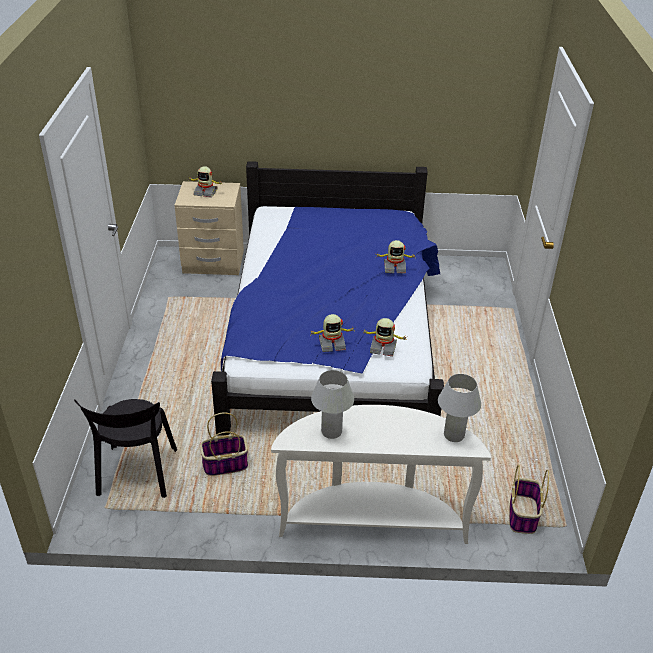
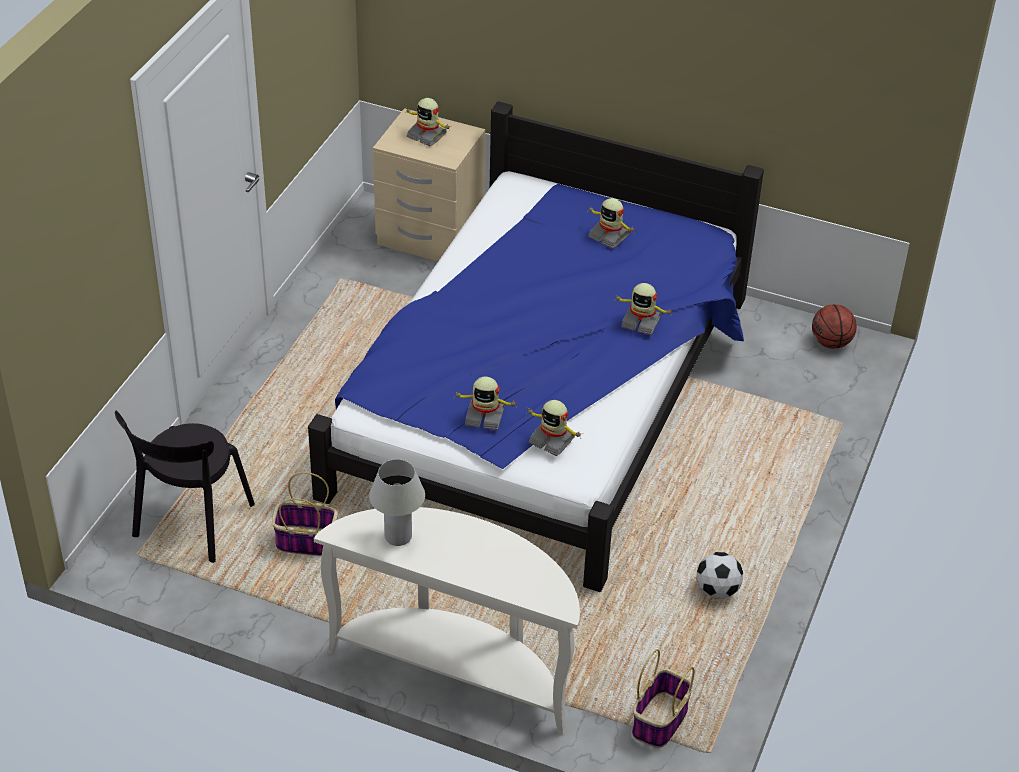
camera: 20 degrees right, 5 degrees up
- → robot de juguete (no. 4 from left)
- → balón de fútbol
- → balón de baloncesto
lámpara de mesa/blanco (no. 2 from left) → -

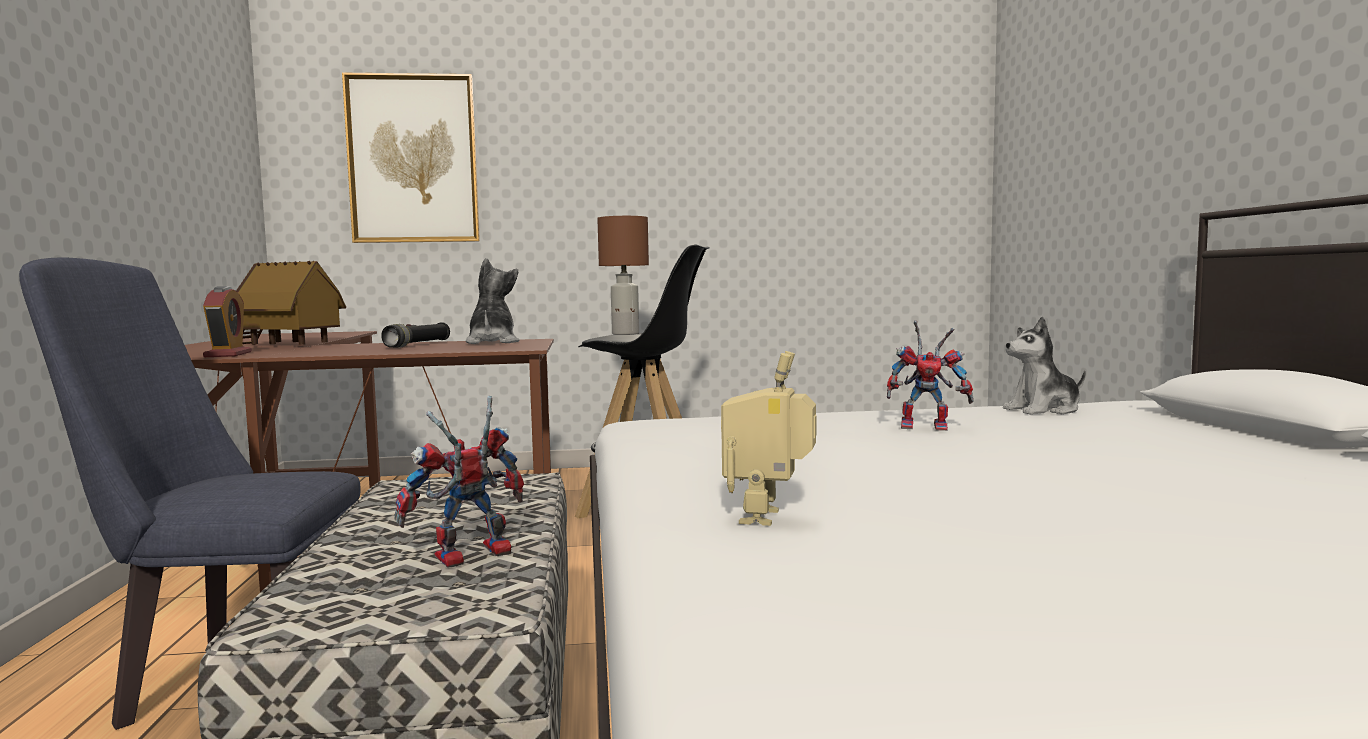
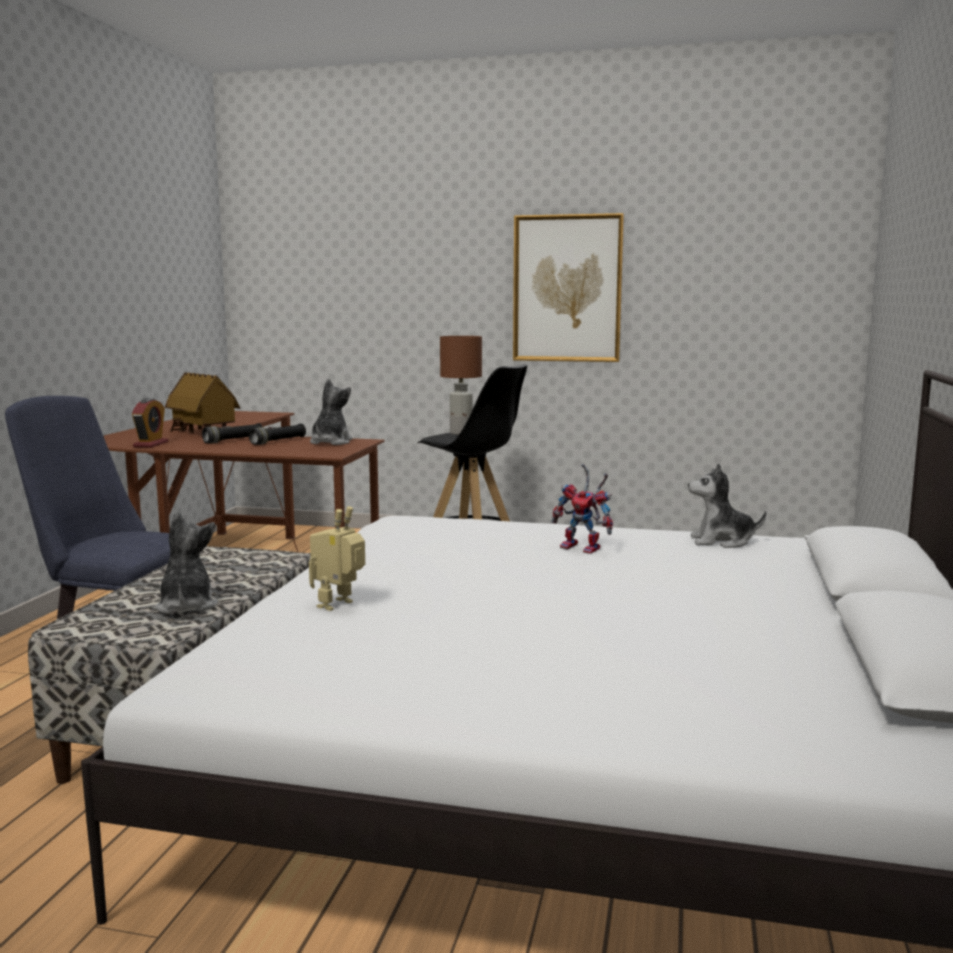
camera: 20 degrees right, 5 degrees up
robot de juguete (no. 1 from left) → peluche (no. 1 from left)
- → linterna/negro (no. 1 from left)
cuadro, shifted

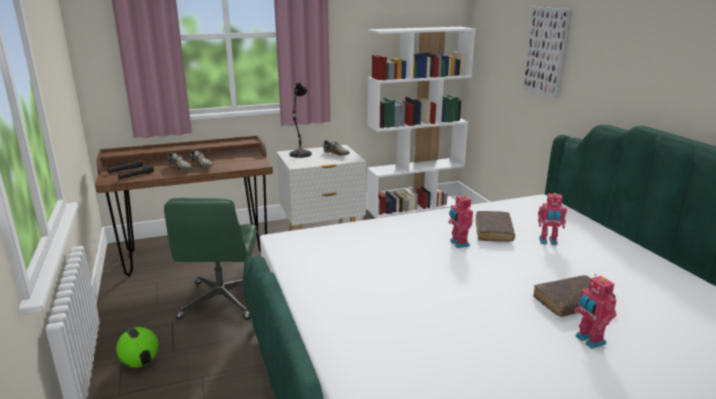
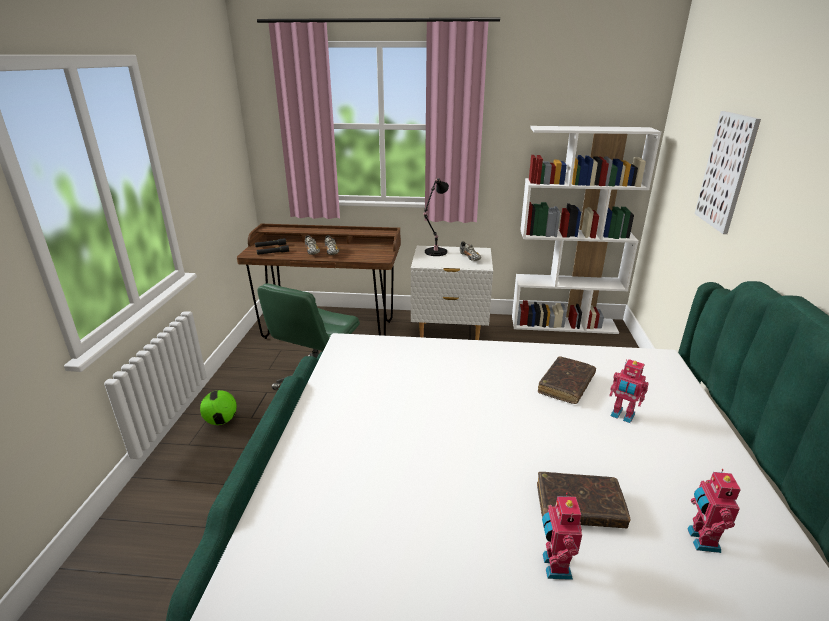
camera: 25 degrees right, 5 degrees up
robot de juguete (no. 1 from left in the first image) → robot de juguete (no. 3 from left), shifted

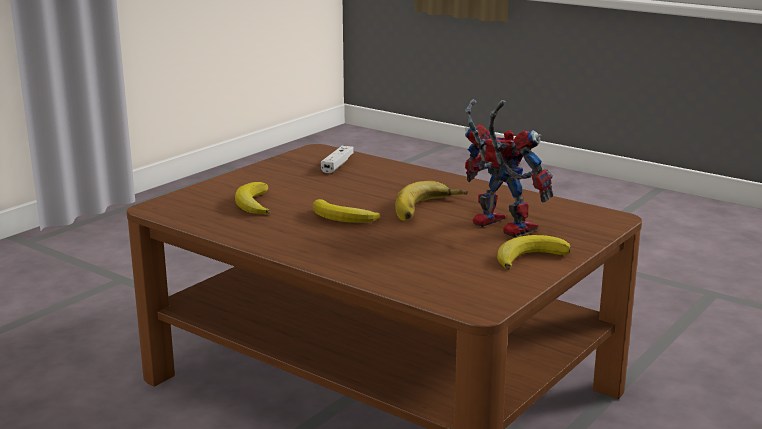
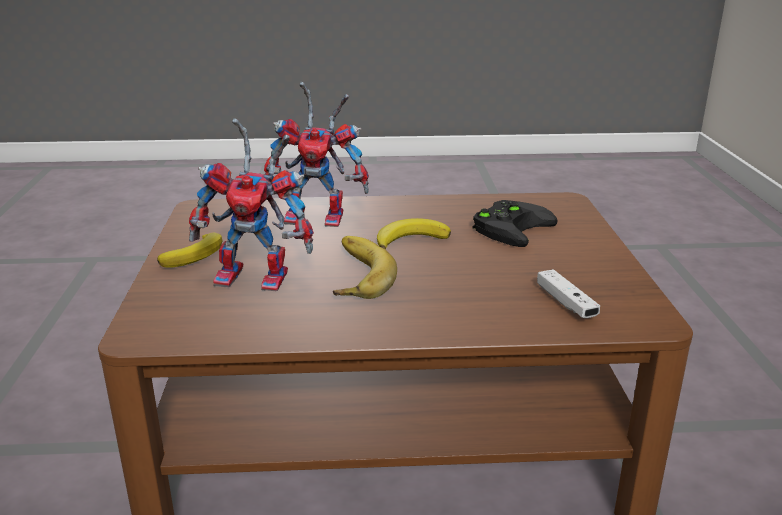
camera: 140 degrees right, 5 degrees up
- → robot de juguete (no. 2 from left)
plátano (no. 1 from left) → mando de consola/negro

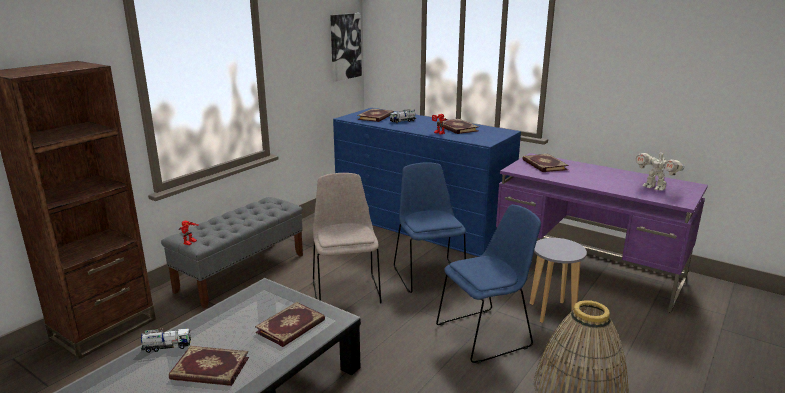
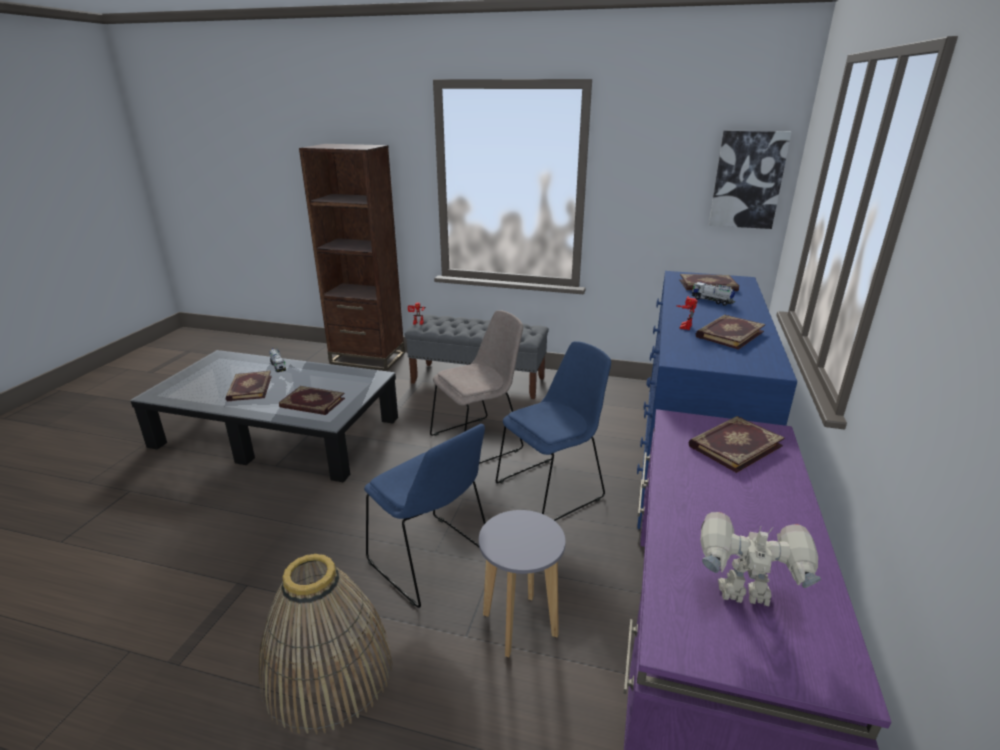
camera: 70 degrees right, 5 degrees up
robot de juguete (no. 3 from left), 75 degrees clockwise

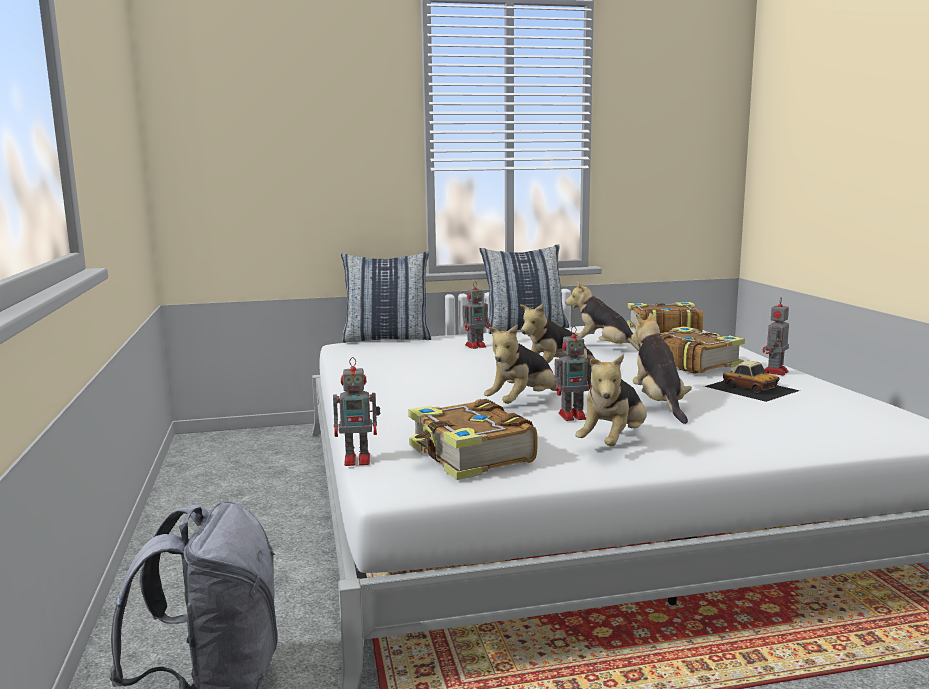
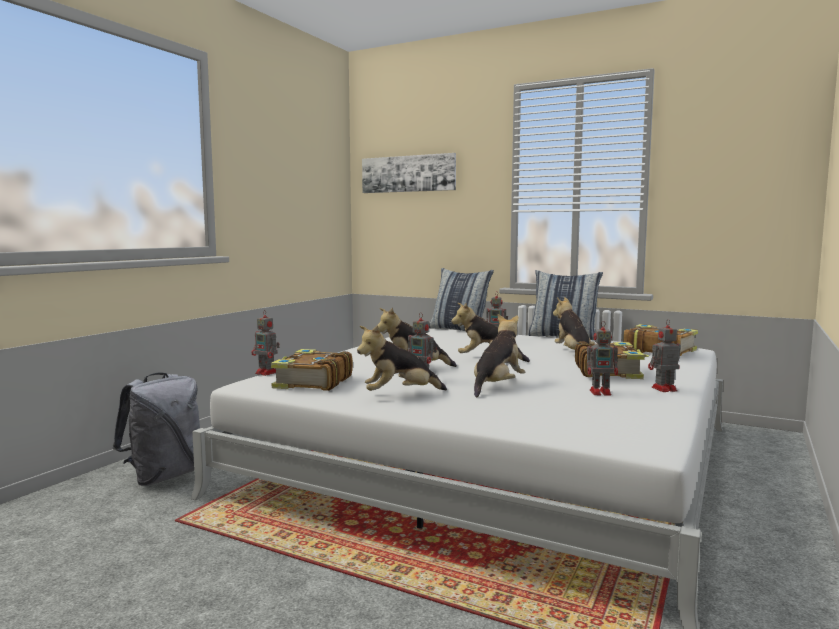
camera: 40 degrees right, 5 degrees down
- → cuadro
coche de juguete → robot de juguete (no. 4 from left)

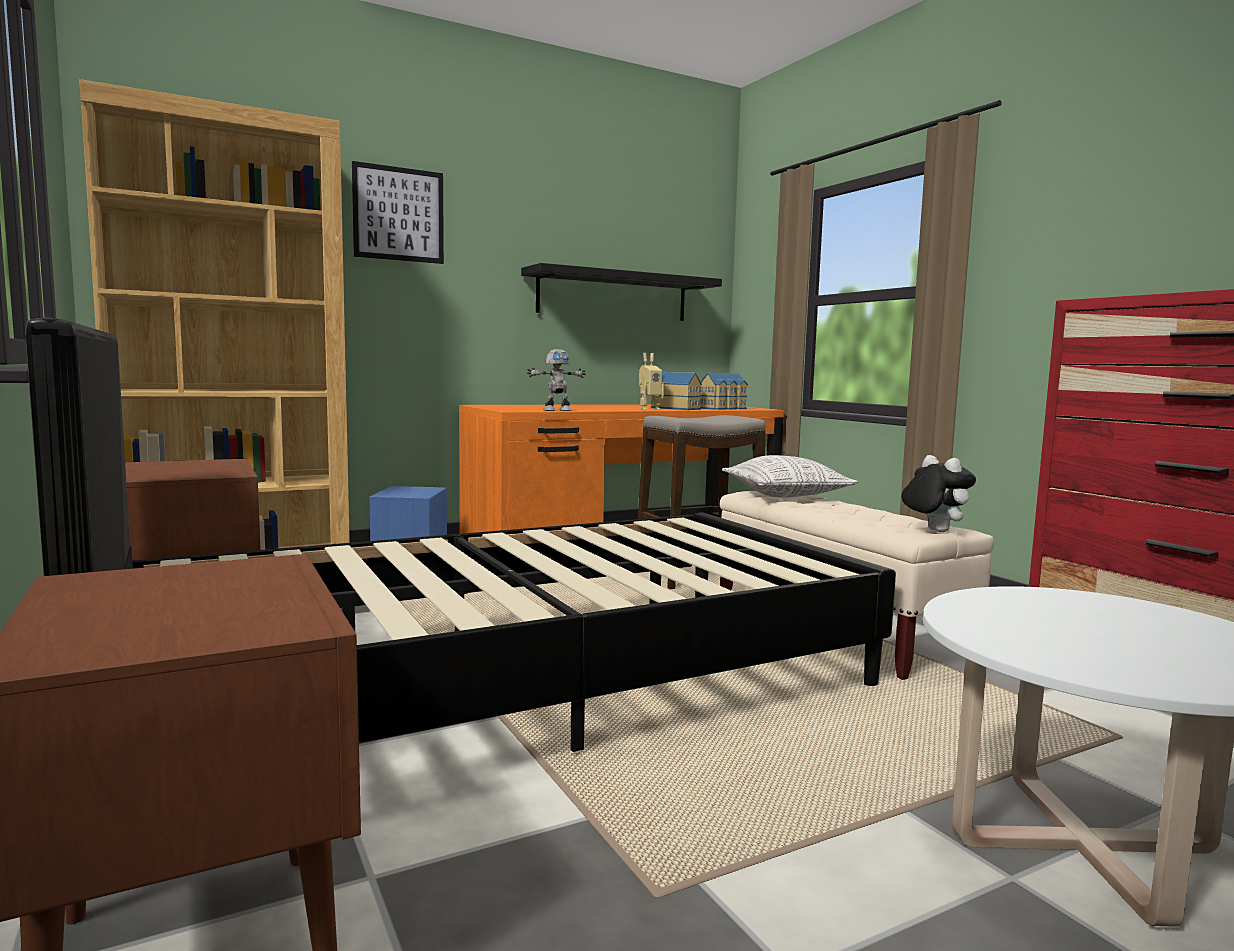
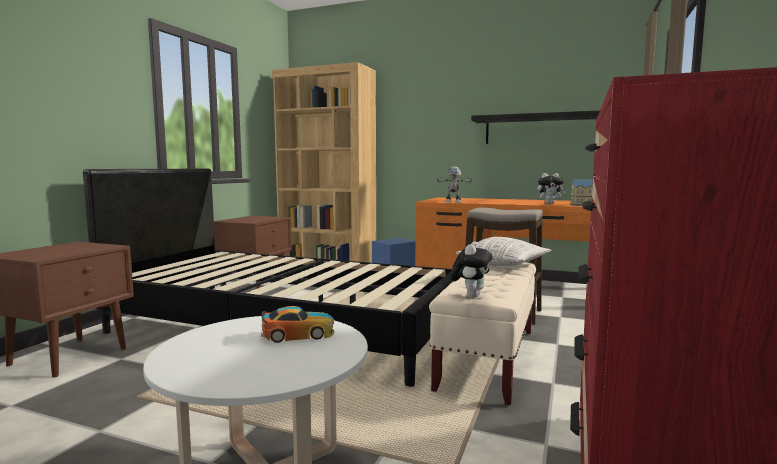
camera: 50 degrees right, 0 degrees up
- → coche de juguete
casita (no. 1 from left) → peluche (no. 2 from left)
cuadro → -
robot de juguete (no. 2 from left) → -

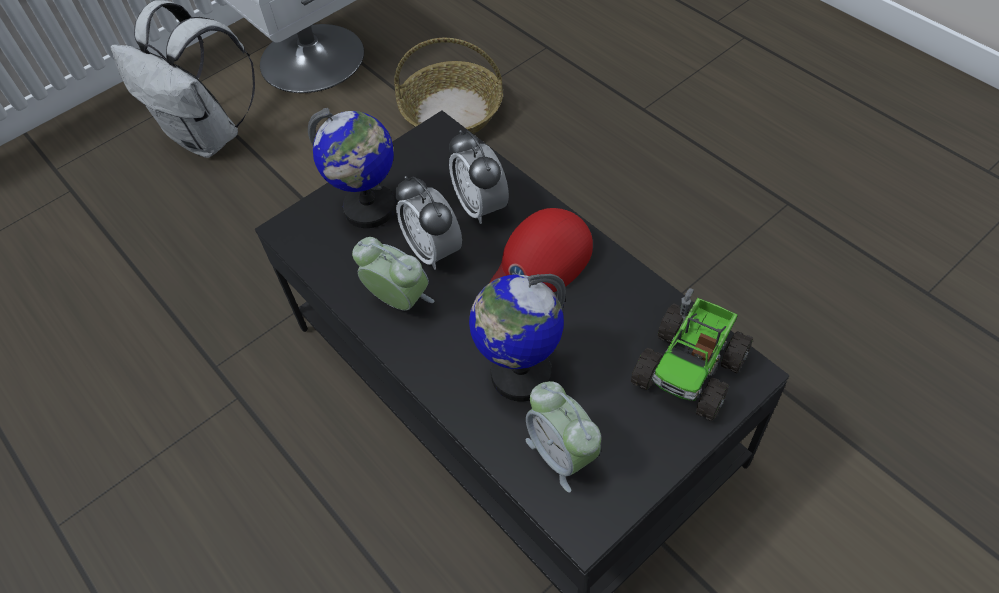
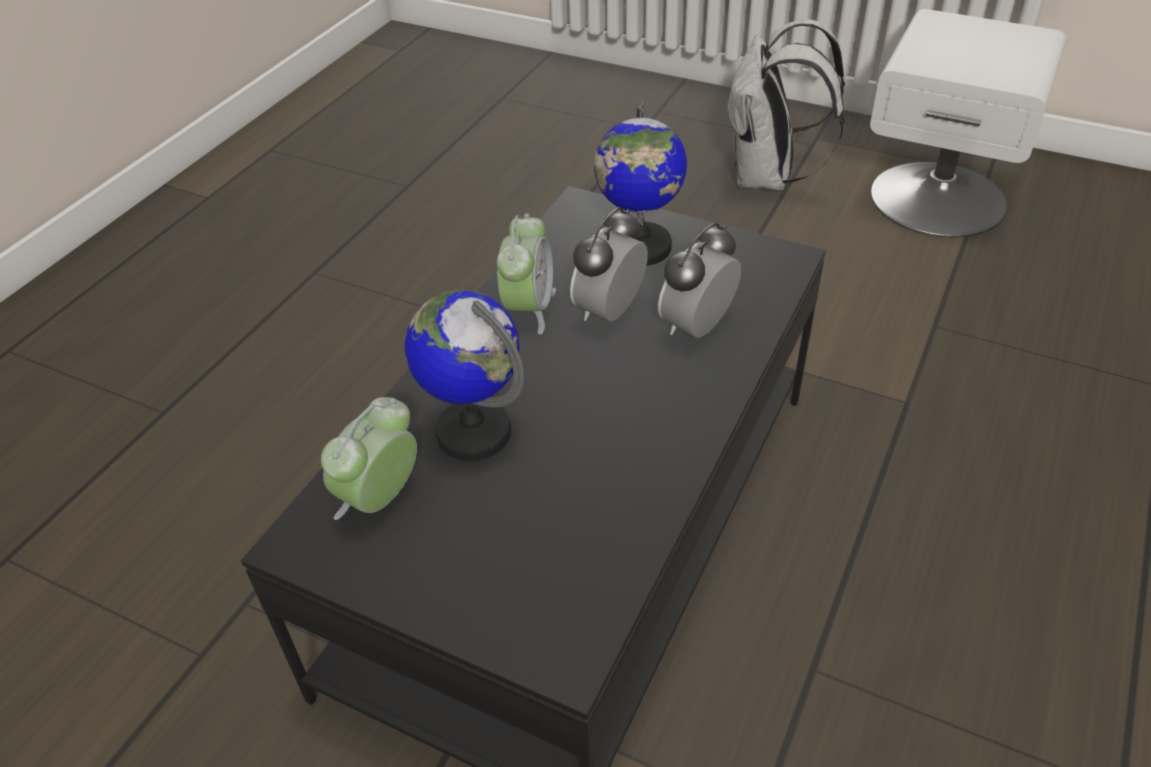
camera: 65 degrees right, 10 degrees down
cesta → -
gorra/rojo → -
camión de juguete → -

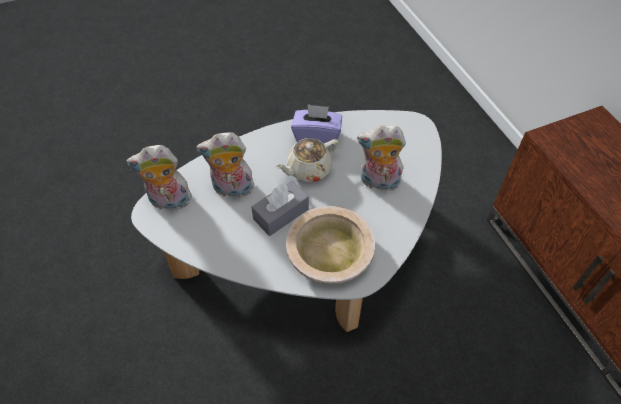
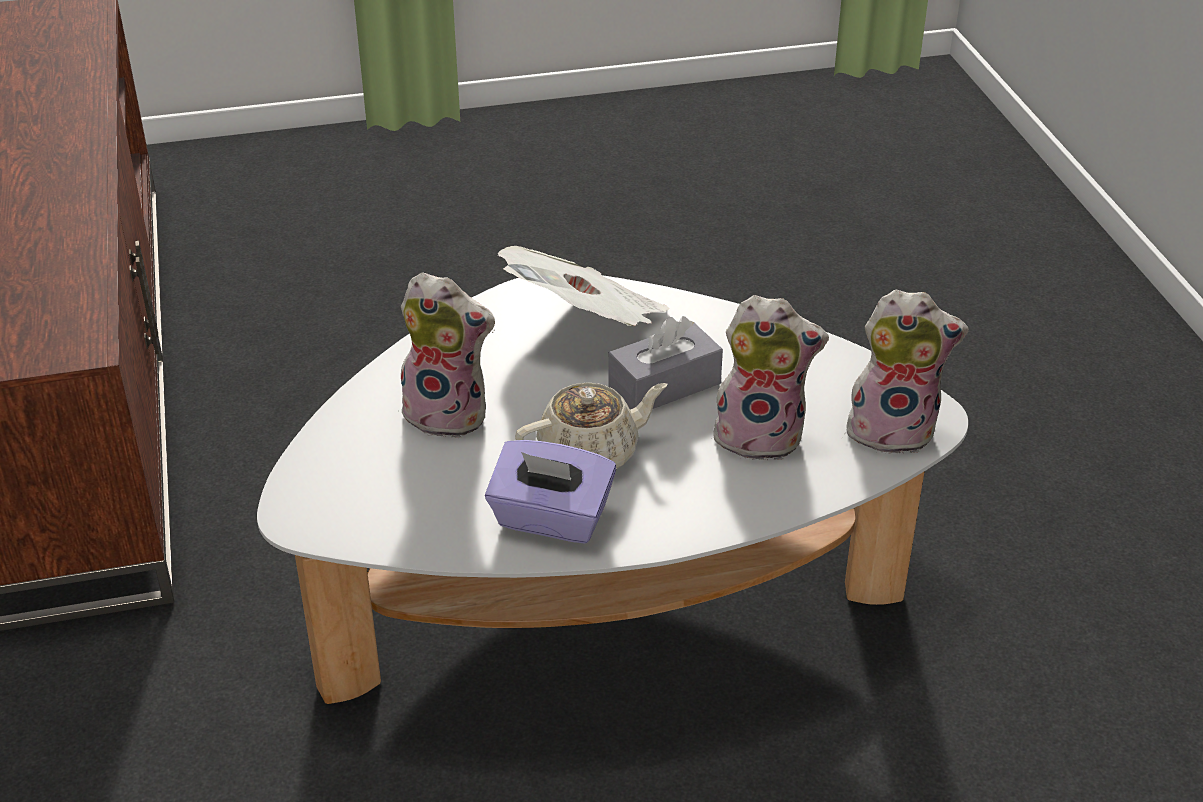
camera: 170 degrees left, 15 degrees down
cuenco/beis → periódico

